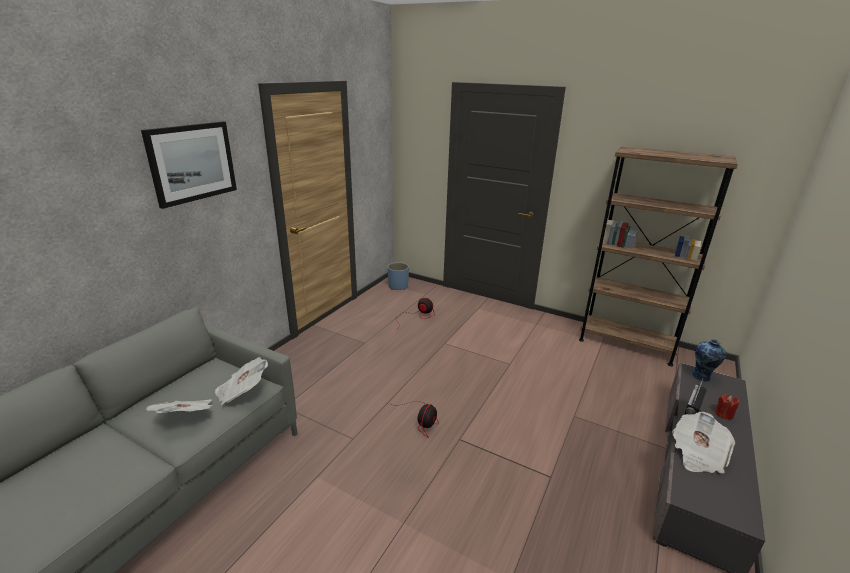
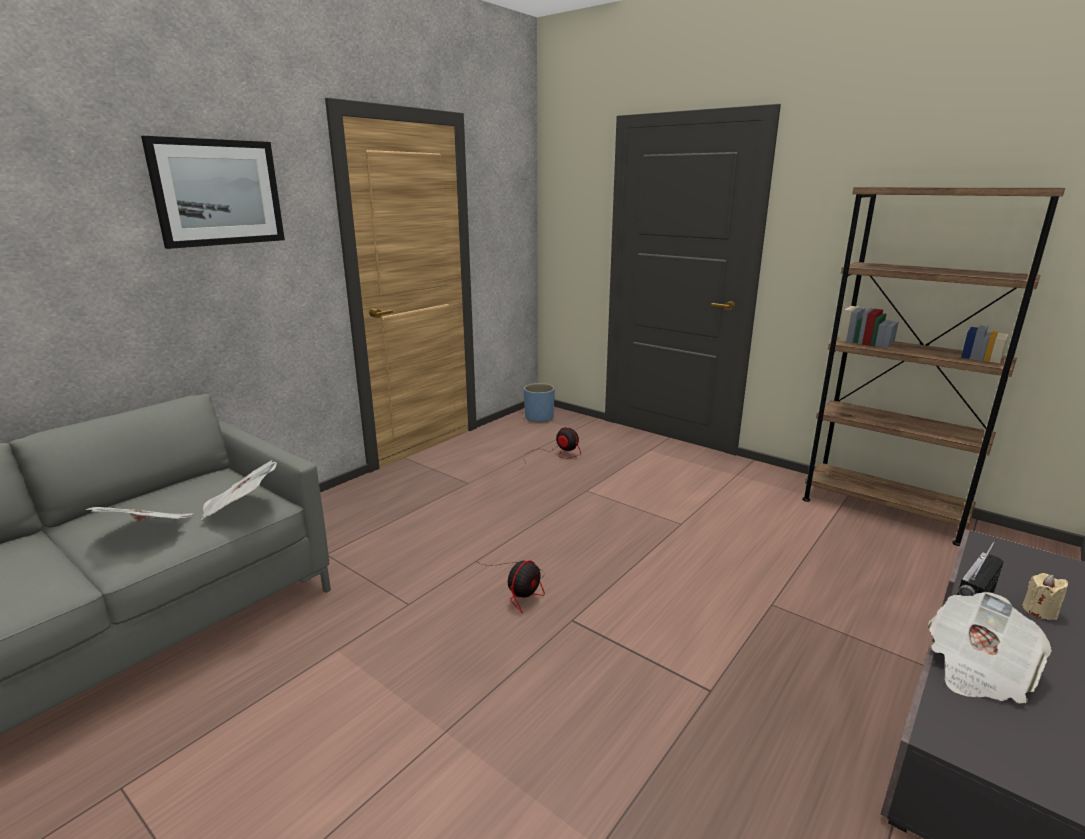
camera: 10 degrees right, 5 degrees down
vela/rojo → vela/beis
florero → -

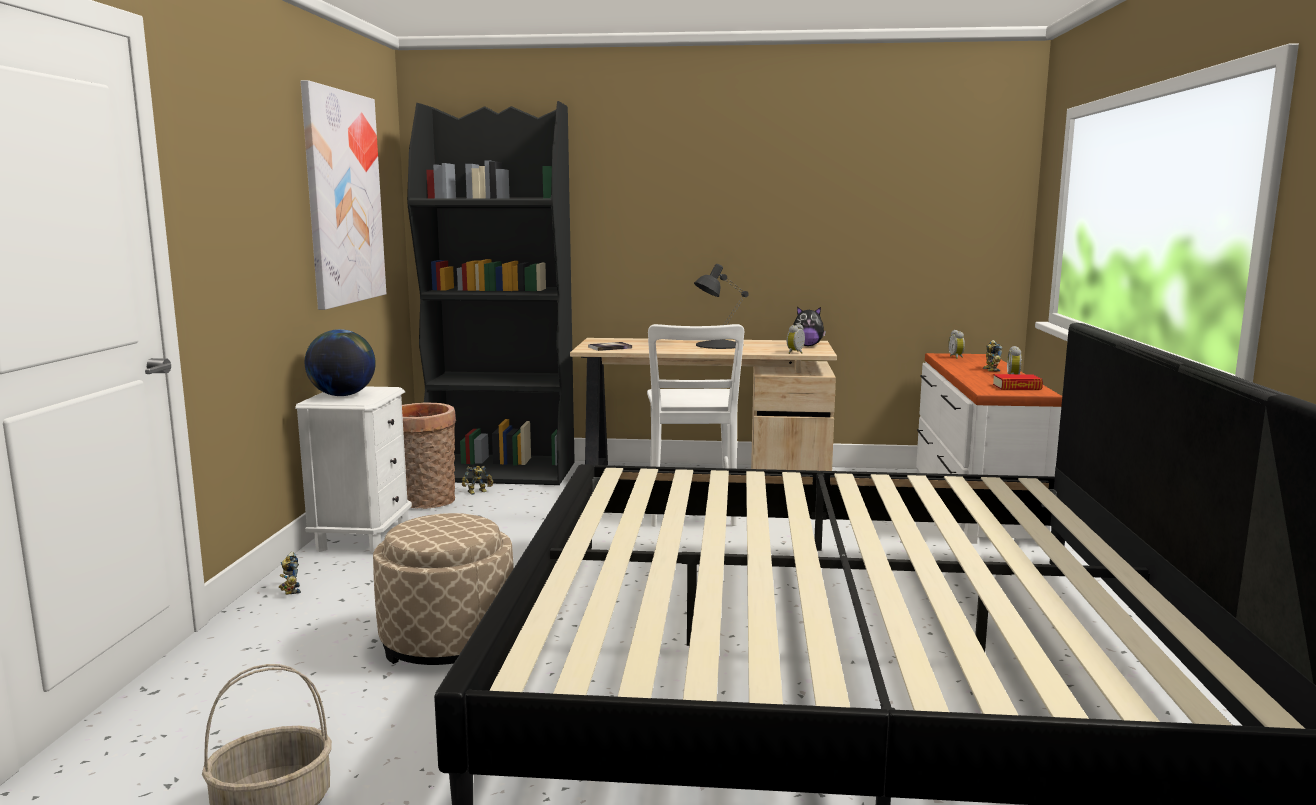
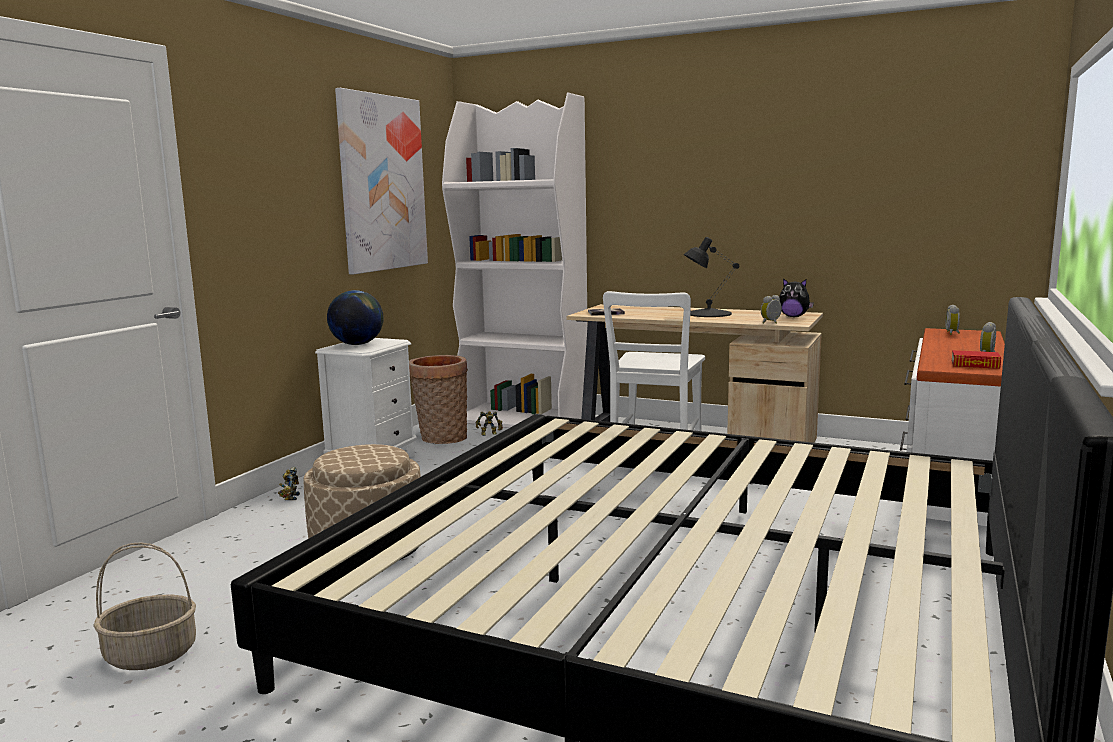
camera: 20 degrees right, 0 degrees up
estantería/negro → estantería/blanco
robot de juguete (no. 3 from left) → -

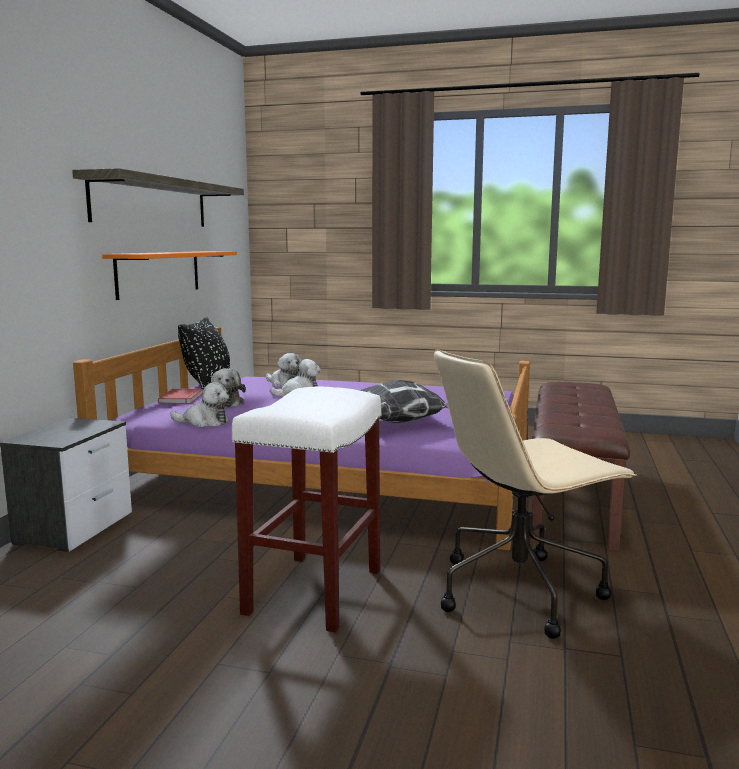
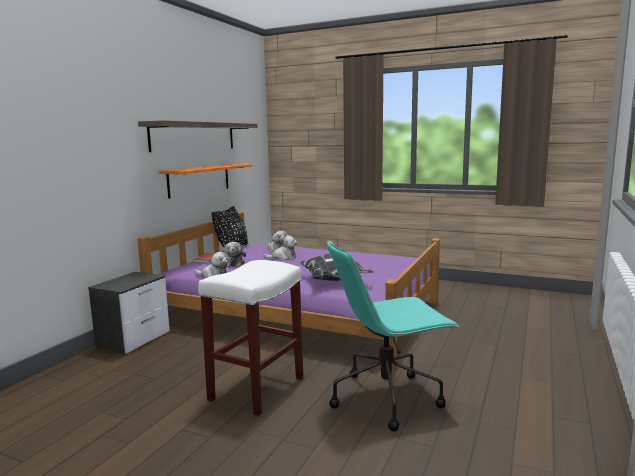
camera: 10 degrees right, 0 degrees up
silla de oficina/beis → silla de oficina/turquesa
banco/marrón → -

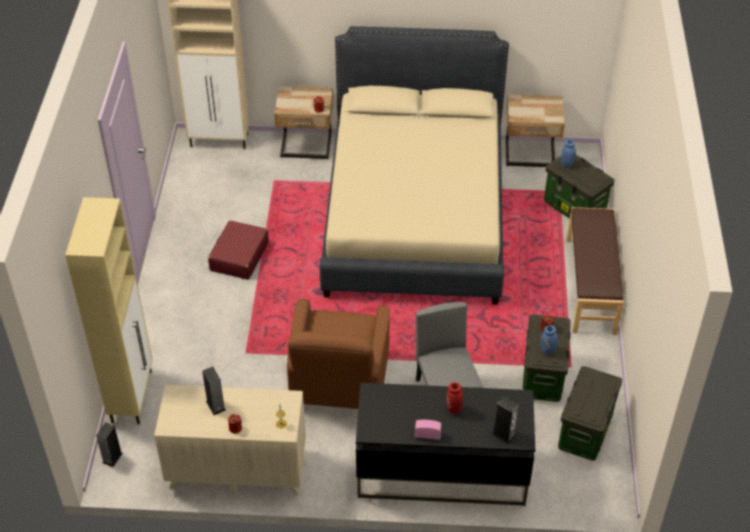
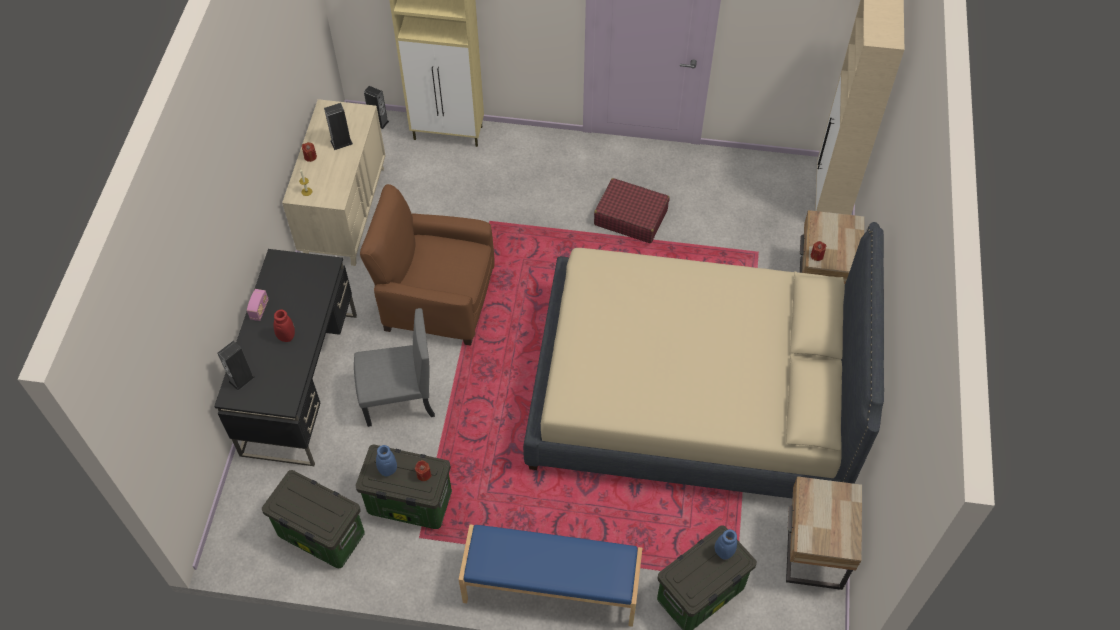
camera: 95 degrees right, 10 degrees up
banco/marrón → banco/azul

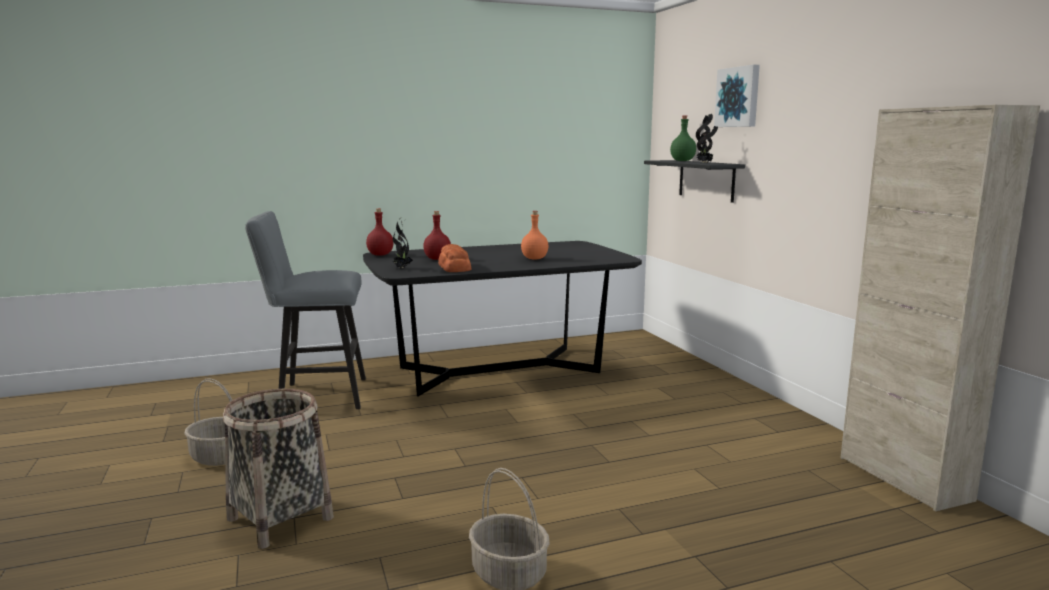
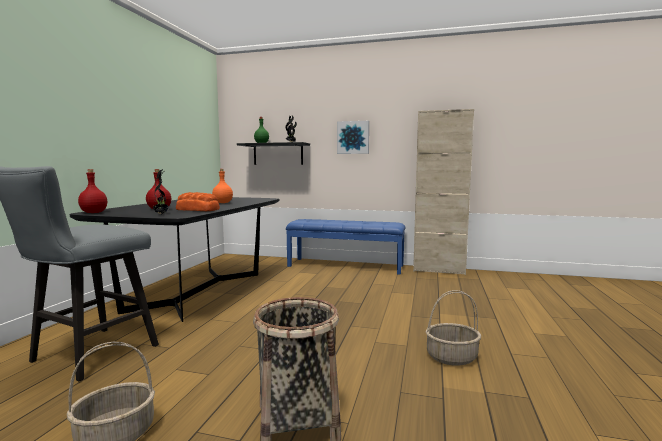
camera: 55 degrees left, 5 degrees down
- → banco/azul
cuadro, shifted

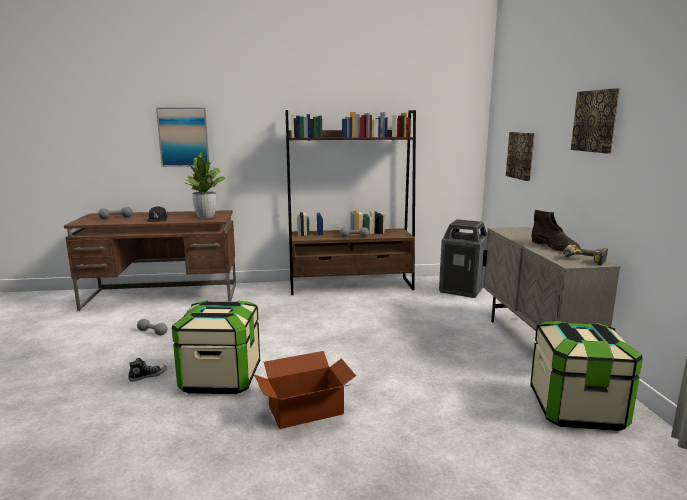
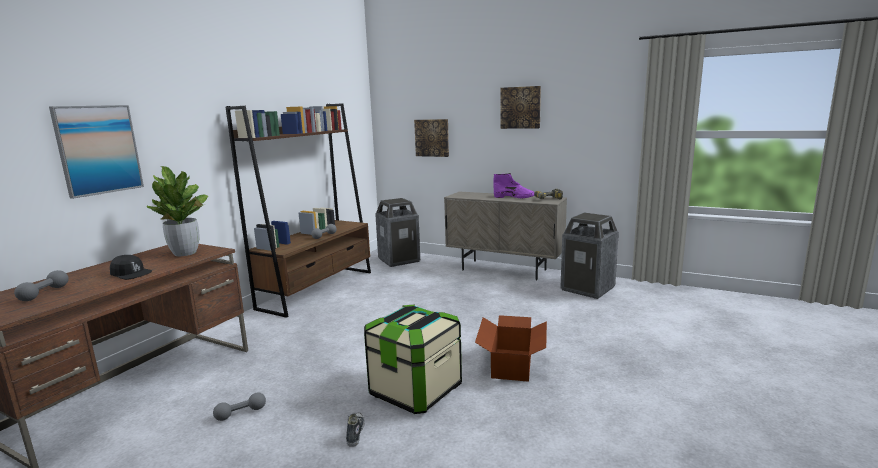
camera: 55 degrees left, 0 degrees up
bota/marrón → bota/morado
caja de almacenaje (no. 2 from left) → papelera (no. 2 from left)

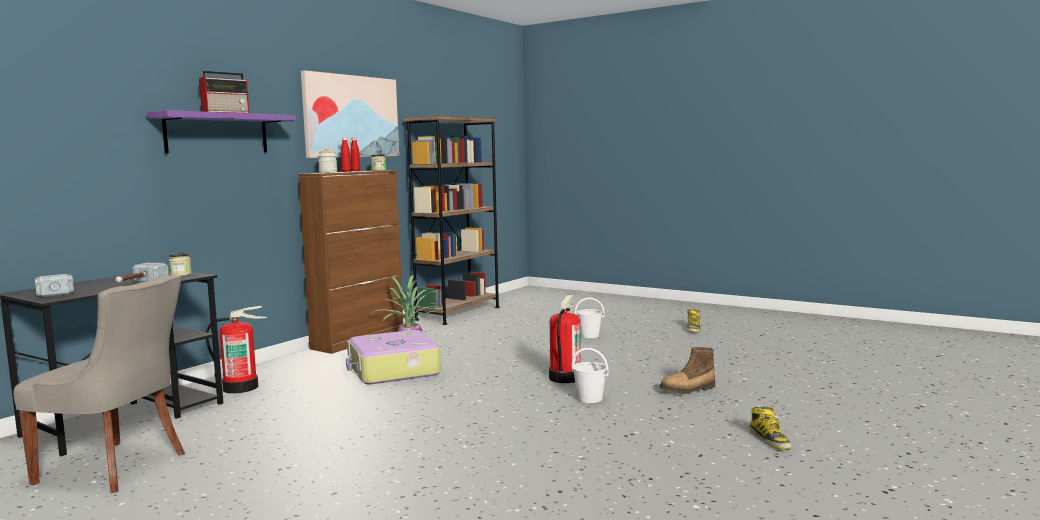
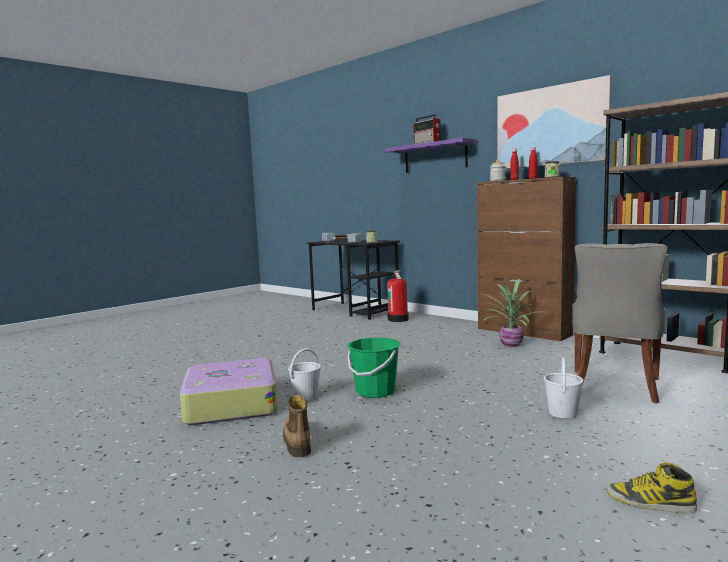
camera: 100 degrees right, 0 degrees up
maleta, shifted
extintor (no. 2 from left) → cubo/verde
silla/gris, shifted
bota (no. 3 from left) → -

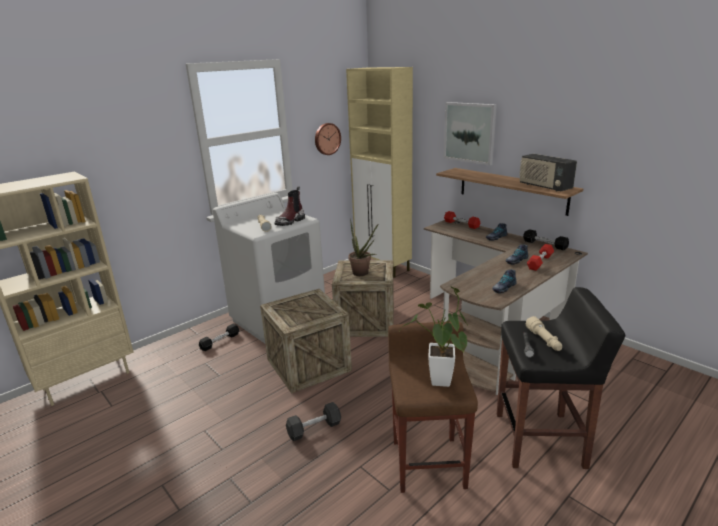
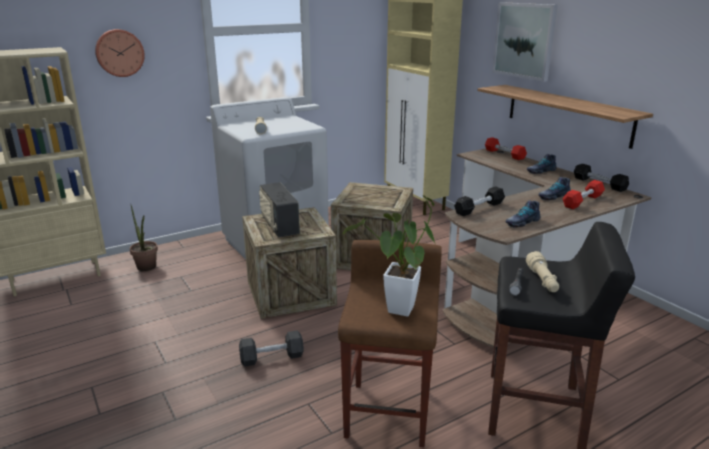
camera: 10 degrees right, 0 degrees up
reloj de pared, shifted
planta en maceta (no. 1 from left), shifted
radio, shifted
mancuerna/negro (no. 1 from left in the first image) → mancuerna/negro (no. 2 from left), shifted
bota → -

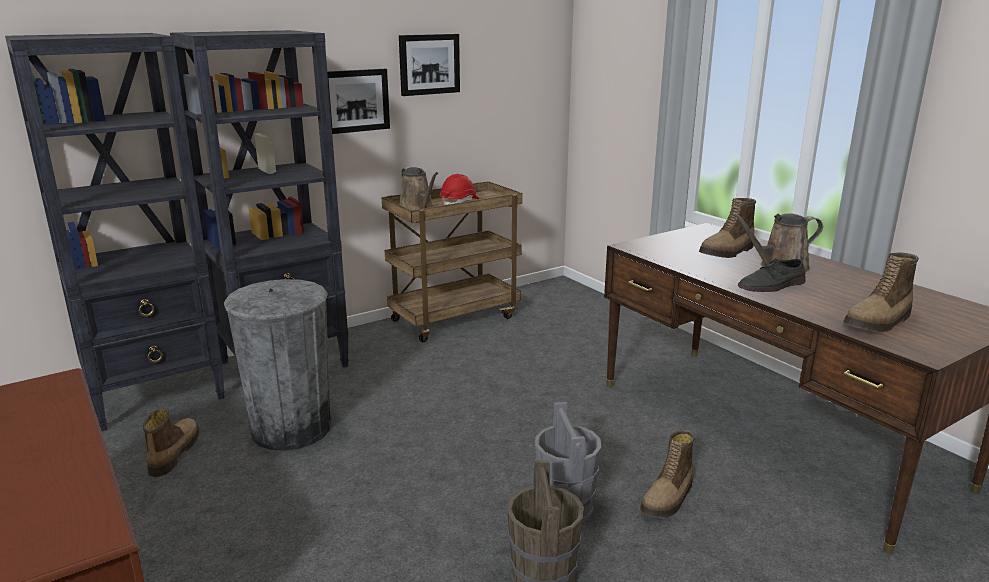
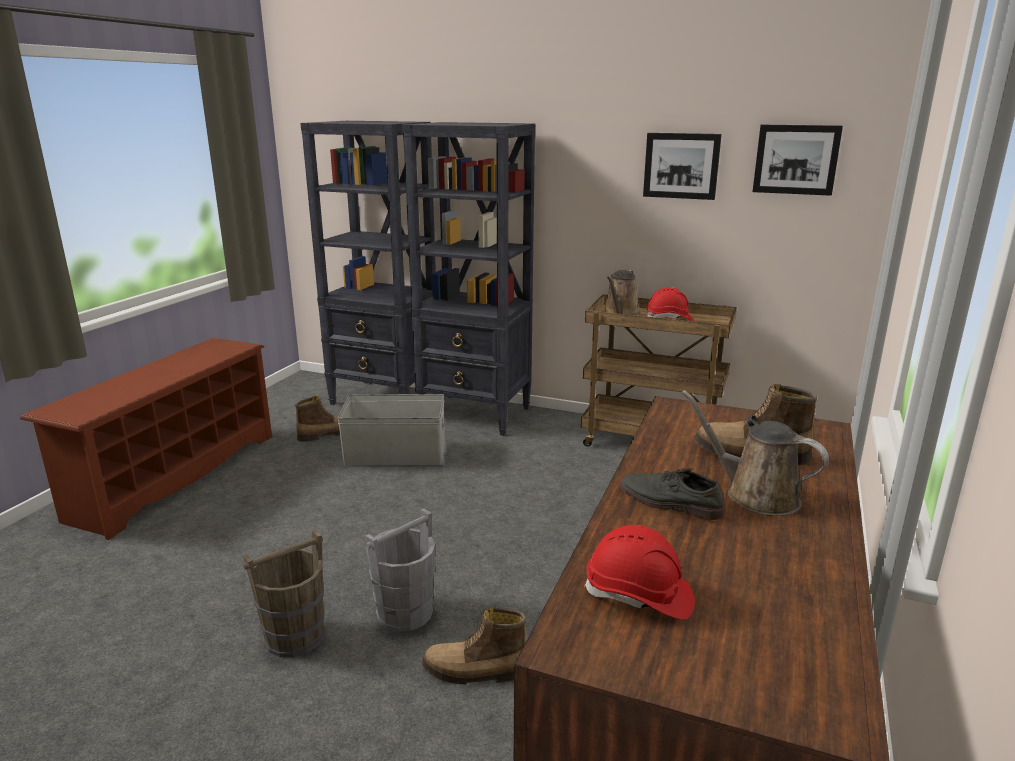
camera: 55 degrees right, 0 degrees up
papelera/gris → caja de almacenaje/gris
bota (no. 4 from left) → casco/rojo (no. 1 from left)
cuadro (no. 1 from left in the first image) → cuadro (no. 2 from left), shifted

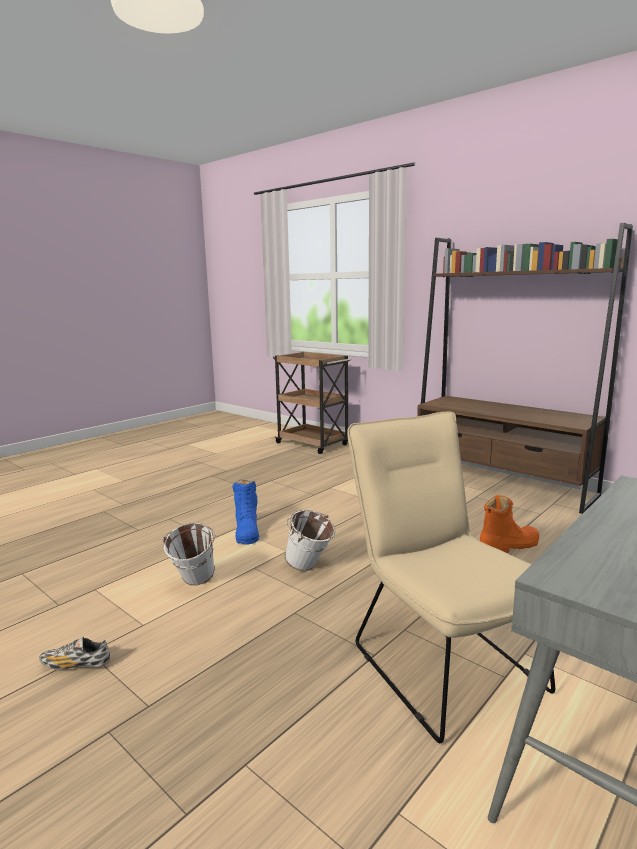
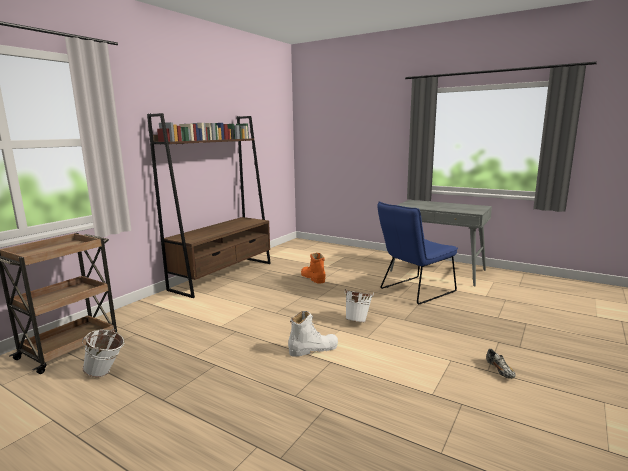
camera: 100 degrees left, 0 degrees up
cubo/blanco (no. 1 from left), shifted
bota/azul → bota/blanco
silla/beis → silla/azul

